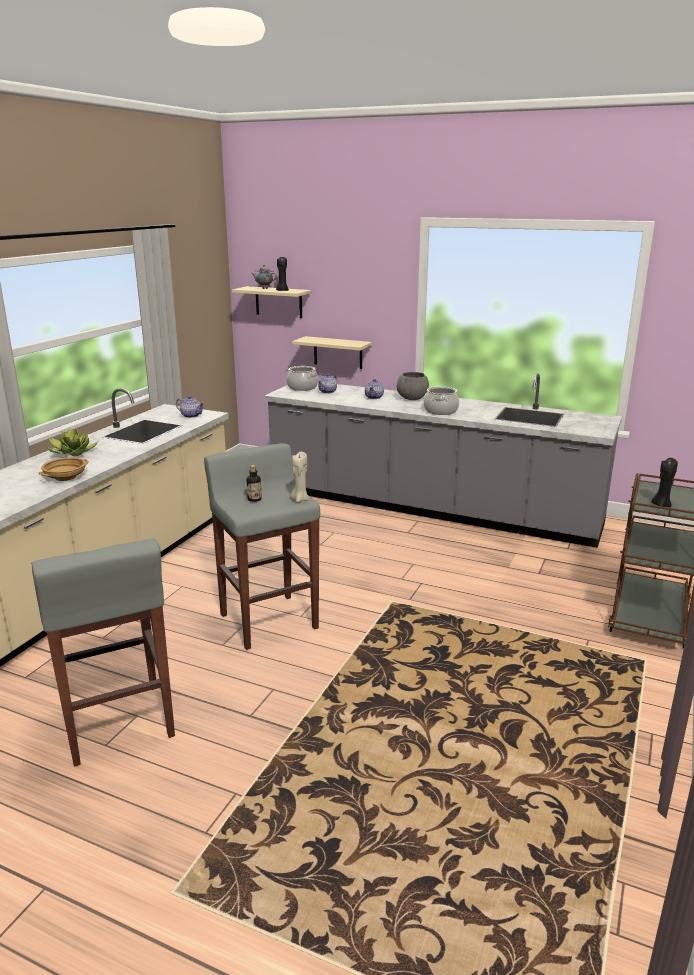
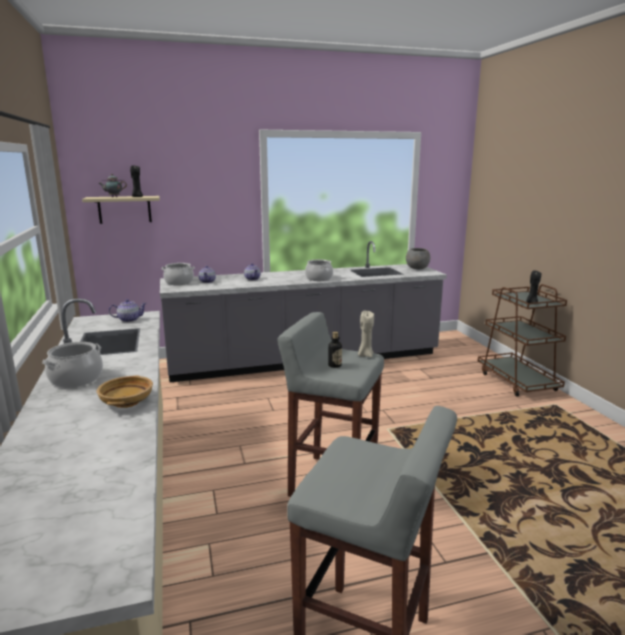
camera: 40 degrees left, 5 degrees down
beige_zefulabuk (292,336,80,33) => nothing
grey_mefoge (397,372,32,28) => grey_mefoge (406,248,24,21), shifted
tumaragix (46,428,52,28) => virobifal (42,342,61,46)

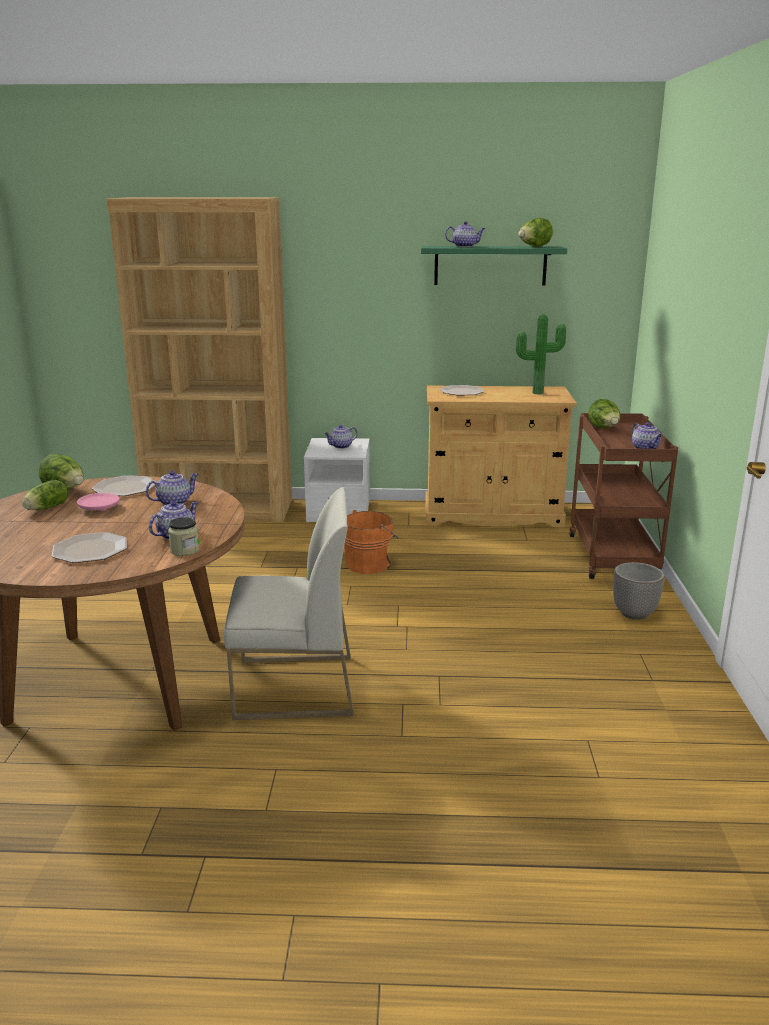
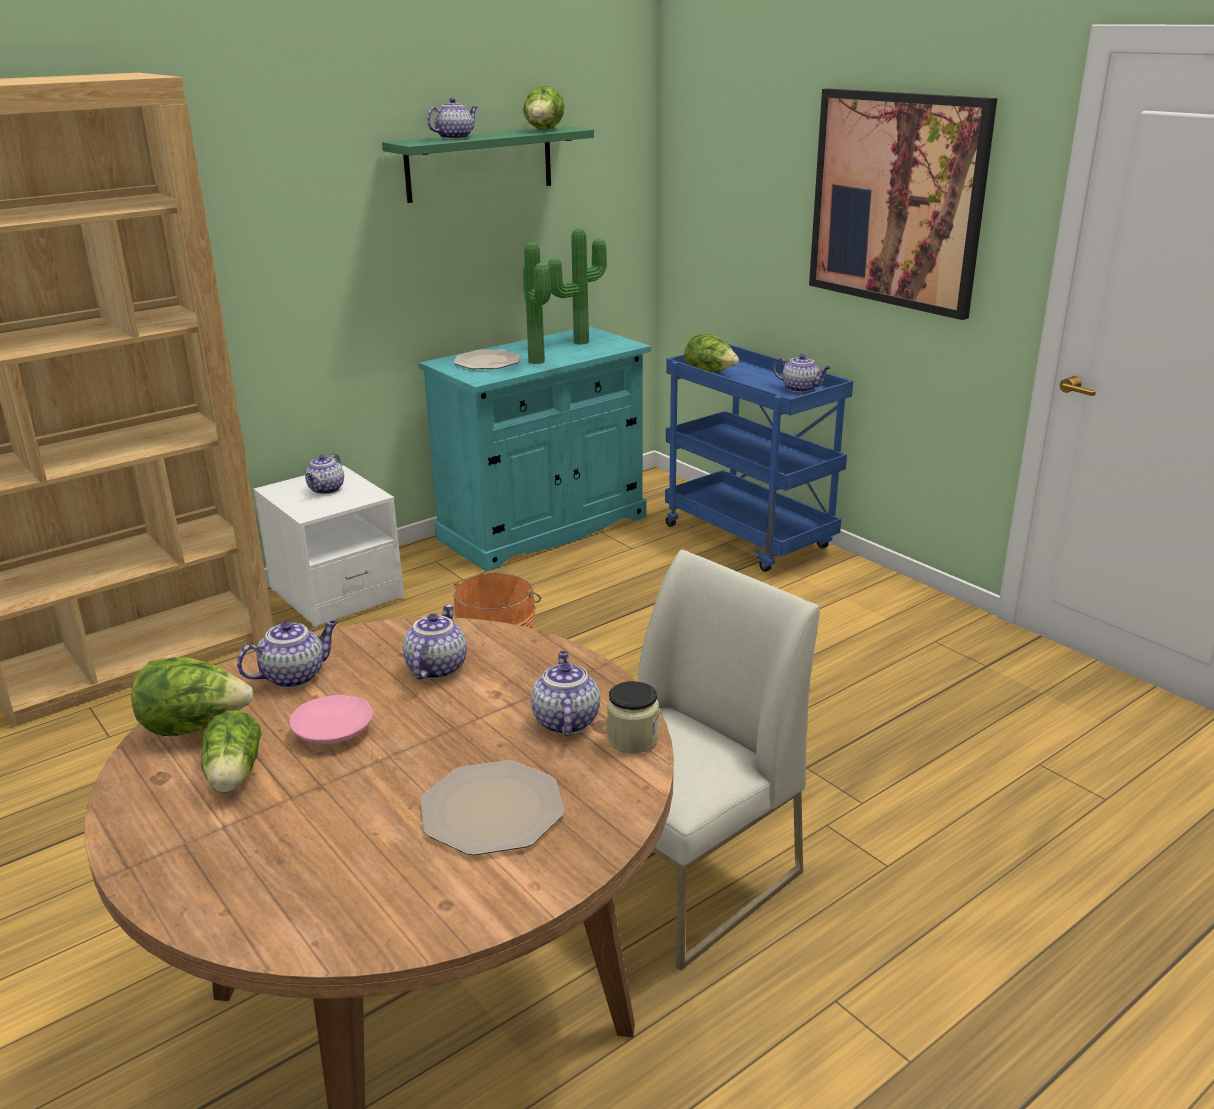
camera: 40 degrees left, 5 degrees up
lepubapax (613,562,51,58) => nothing
nothing => tumaragix (523,242,28,122)
nothing => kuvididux (809,89,188,231)
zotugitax (92,475,64,21) => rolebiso (237,620,101,68)
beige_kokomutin (425,385,152,143) => turquoise_kokomutin (419,326,232,246)
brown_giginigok (569,413,109,166) => blue_giginigok (665,344,188,228)

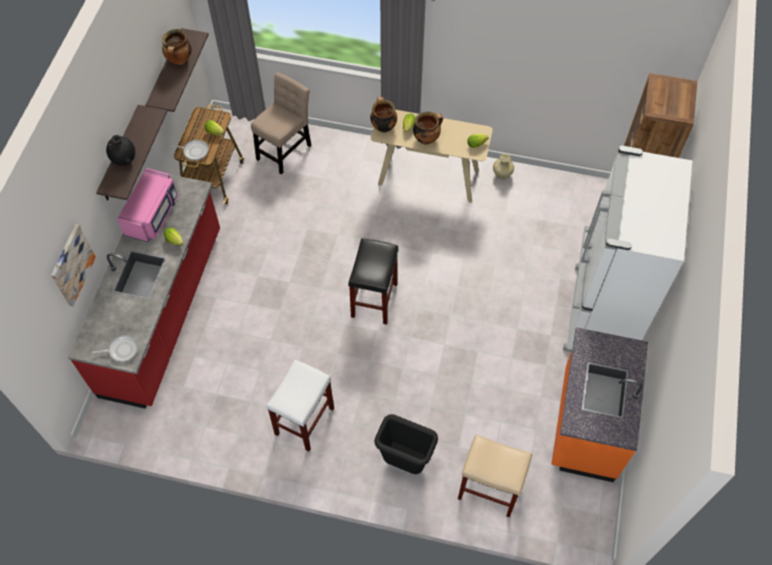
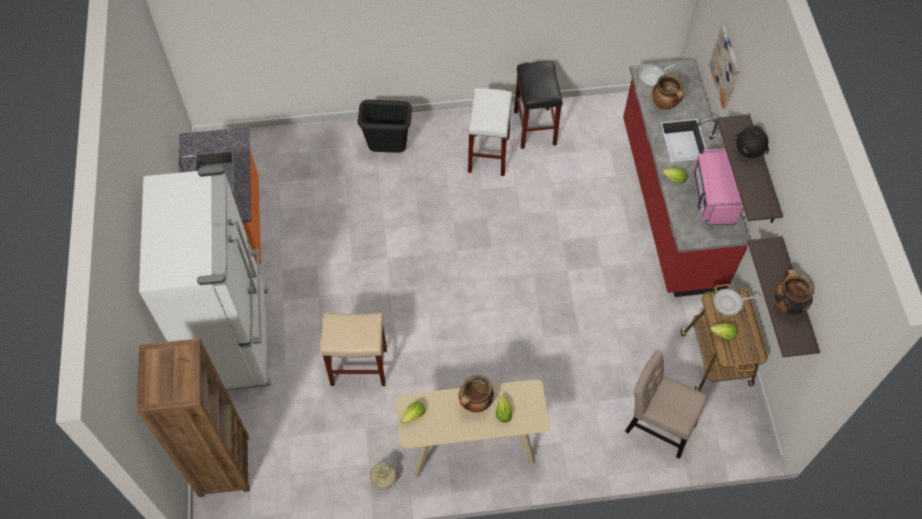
camera: 160 degrees right, 0 degrees up
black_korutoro (348,238,51,87) => black_korutoro (514,61,48,88), shifted
virobifal (370,97,27,36) => virobifal (652,74,32,36), shifted
beige_korutoro (458,435,74,82) => beige_korutoro (321,313,66,73), shifted
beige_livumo (251,73,61,102) => beige_livumo (625,350,82,109), 105 degrees clockwise

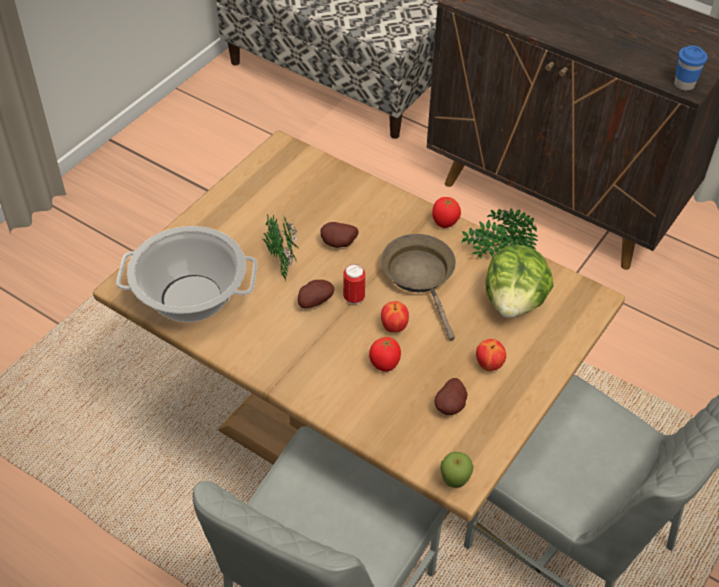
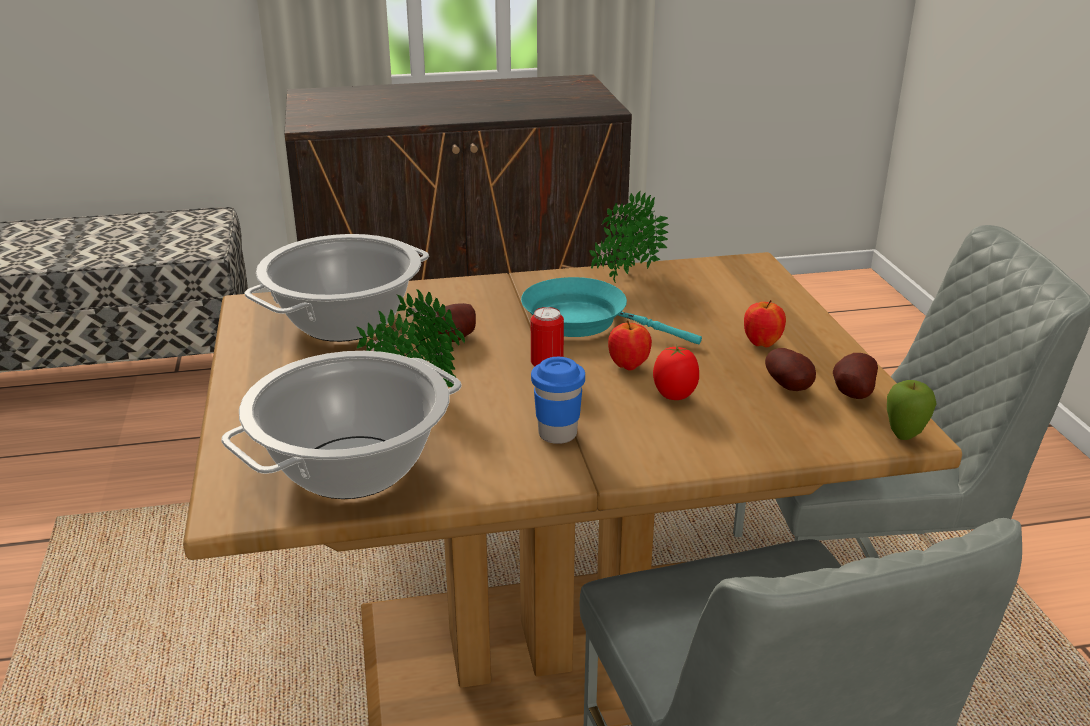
camera: 45 degrees left, 20 degrees down
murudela (432,197,29,31) => nothing
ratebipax (486,245,68,73) => nothing
nothing => virobifal (245,234,184,108)
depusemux (298,280,36,28) => depusemux (833,353,45,46), shifted
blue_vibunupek (674,46,34,45) => blue_vibunupek (531,357,54,87), shifted
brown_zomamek (381,234,75,106) => turquoise_zomamek (521,277,181,67)

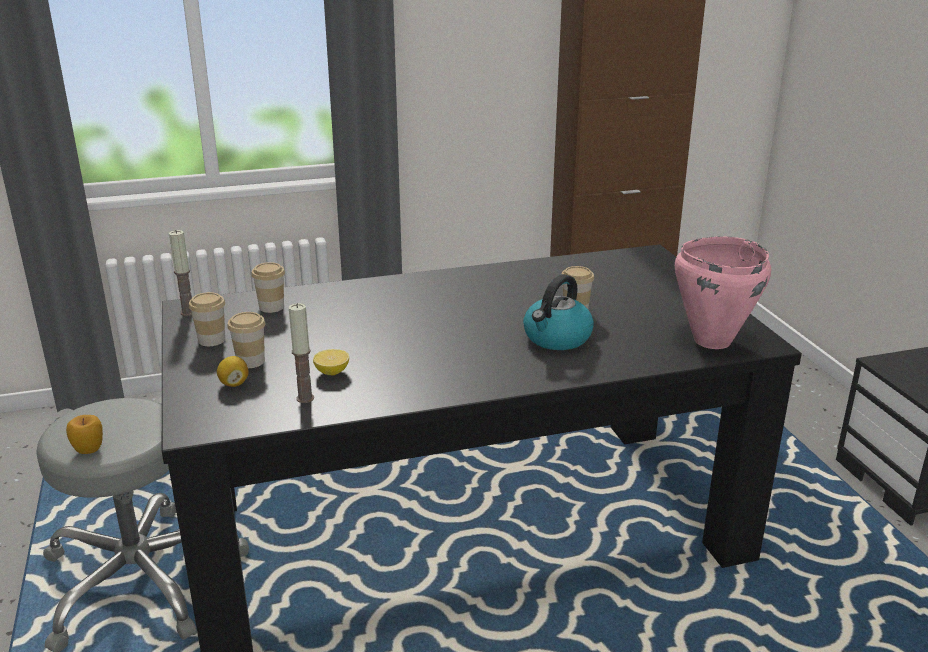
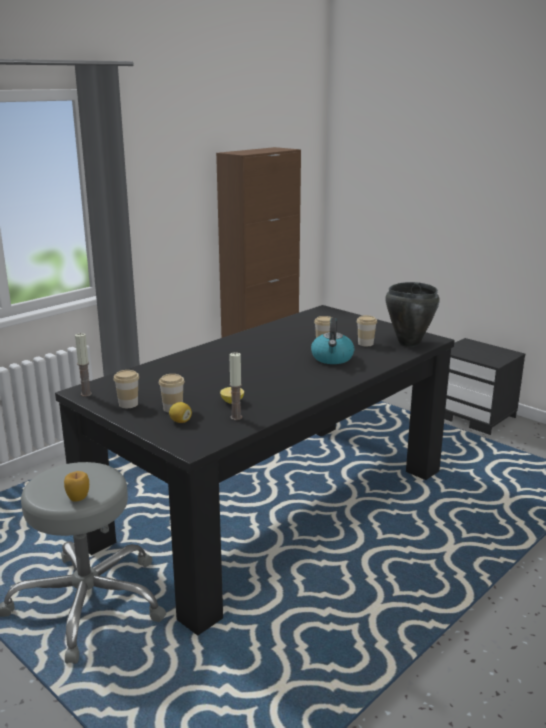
camera: 30 degrees left, 5 degrees down
vibunupek (251,262,34,51) => vibunupek (357,315,20,31), shifted
pink_virobifal (675,236,96,113) => black_virobifal (385,282,55,65)

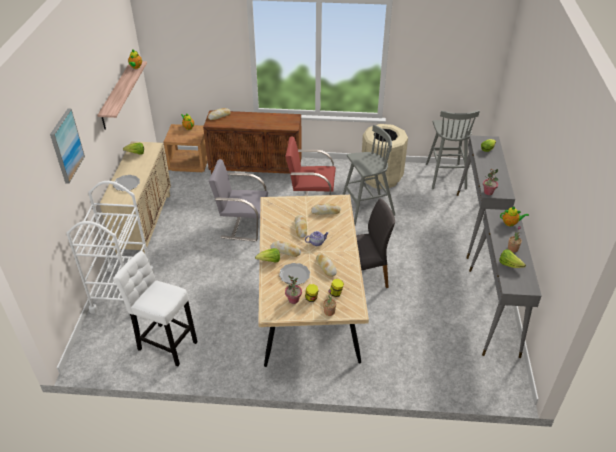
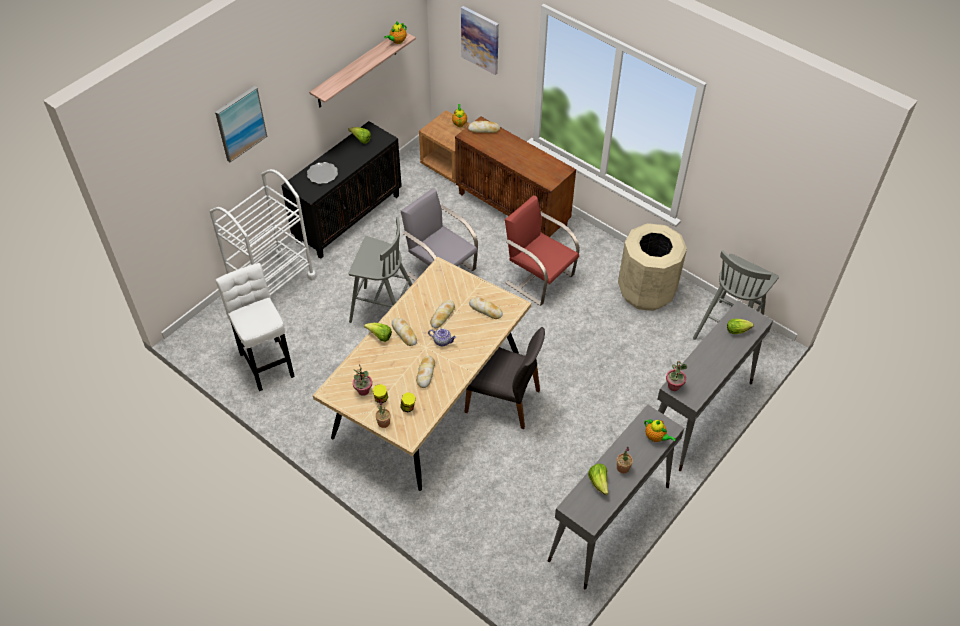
camera: 35 degrees right, 10 degrees up
zotugitax (279,263,31,22) => nothing
nothing => kuvididux (461,6,38,69)
grey_korutoro (342,125,53,100) => grey_korutoro (348,217,64,106), shifted
beige_kokomutin (100,141,71,113) => black_kokomutin (281,121,121,138)

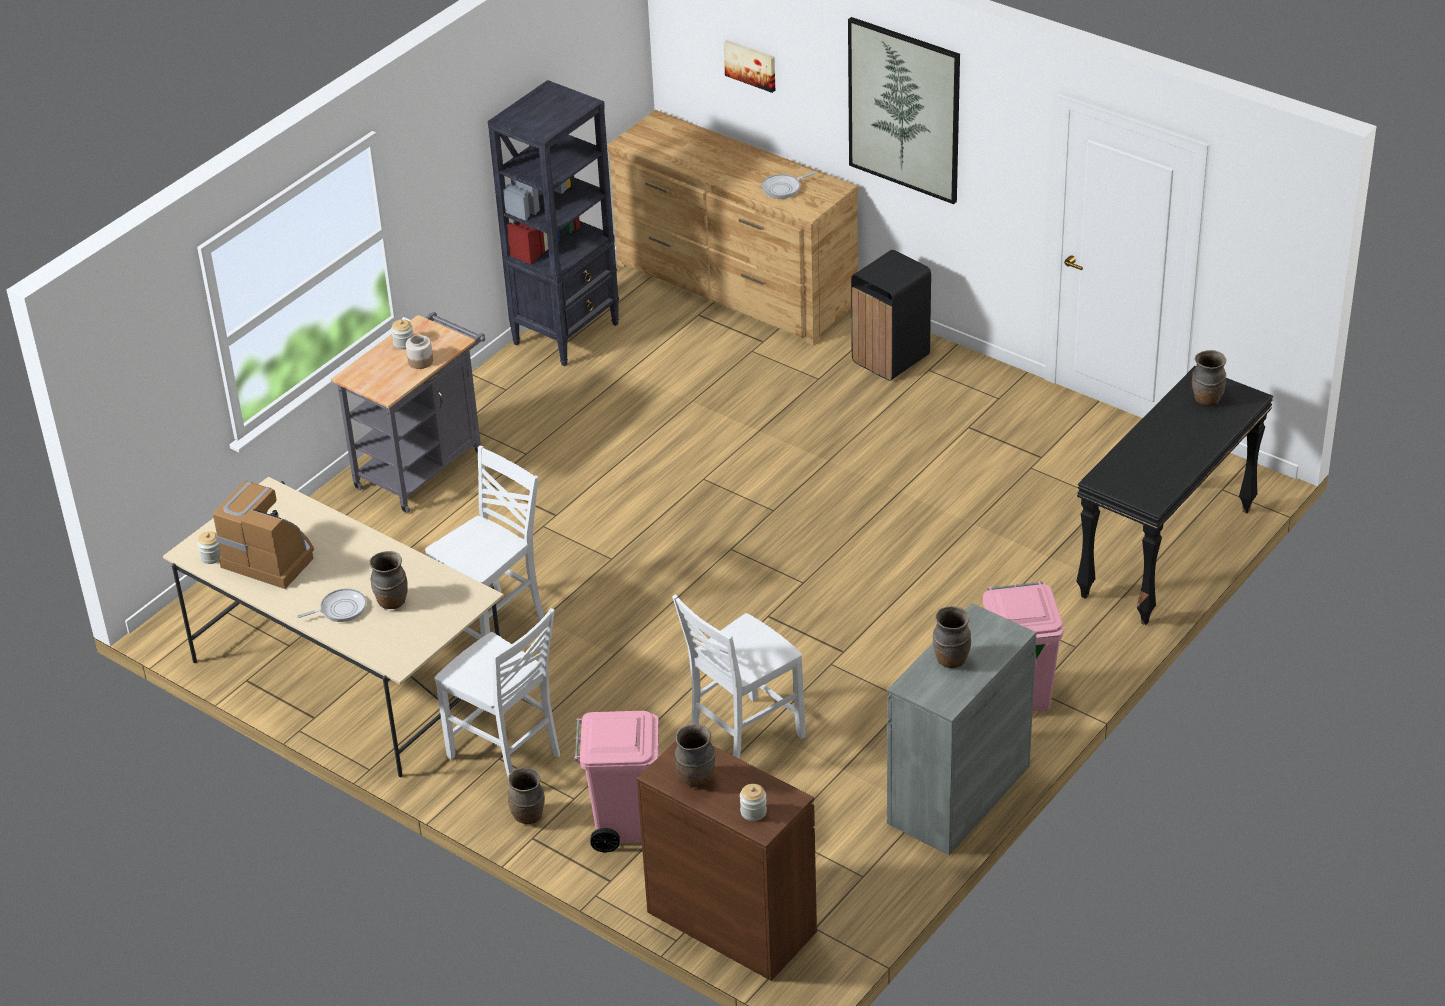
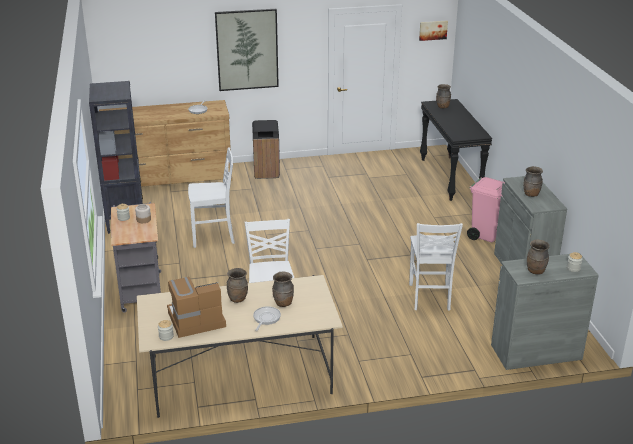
camera: 50 degrees left, 10 degrees down
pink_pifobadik (574,711,85,141) => nothing
white_livumo (435,608,125,168) => white_livumo (188,148,47,100), shifted
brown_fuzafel (508,767,37,57) => brown_fuzafel (227,268,21,35), shifted
kuvididux (724,40,51,53) => kuvididux (419,21,29,20), shifted
brown_kokomutin (637,741,180,240) => grey_kokomutin (491,253,108,117)

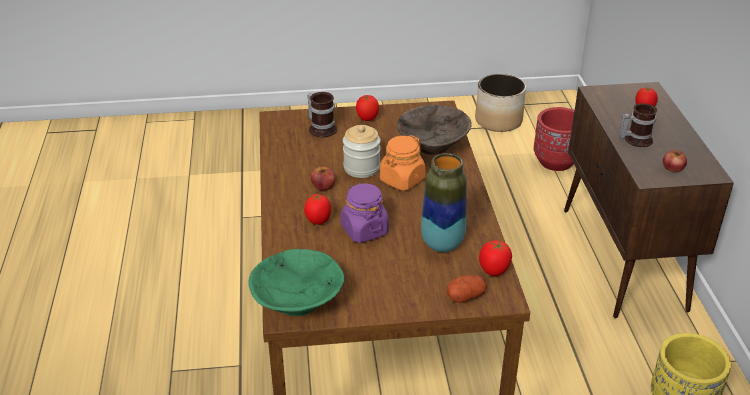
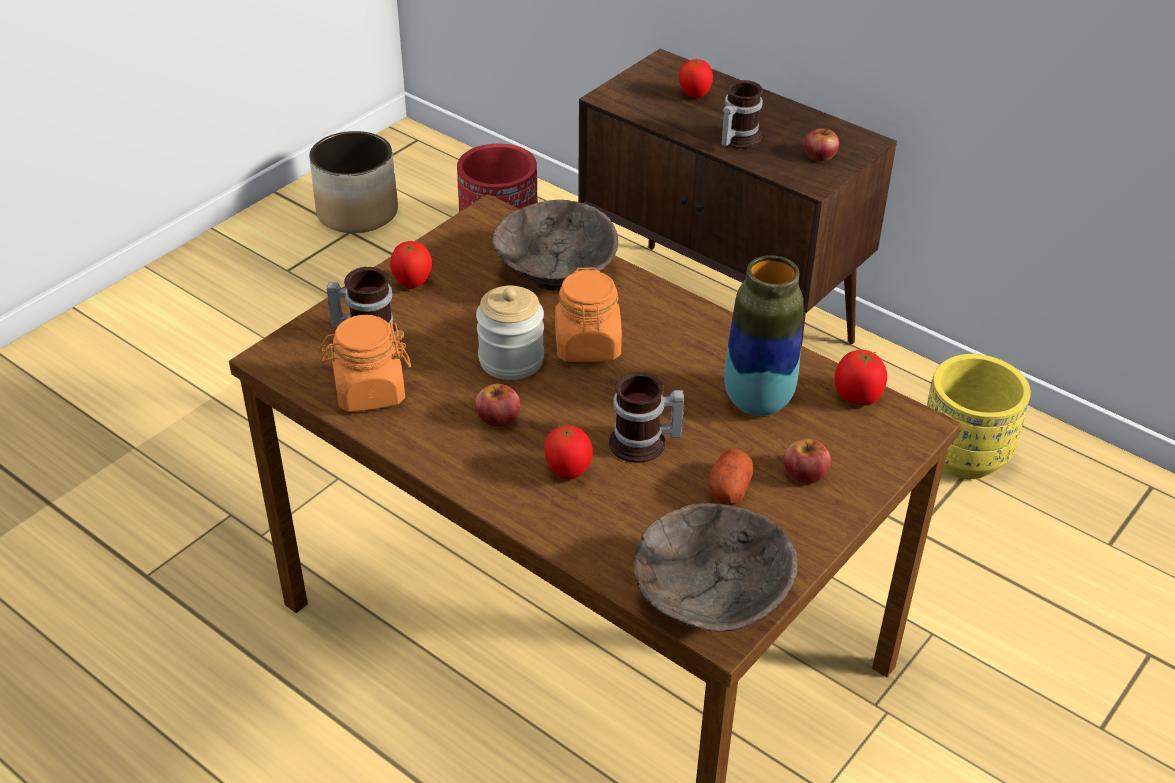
camera: 45 degrees left, 5 degrees up
nothing => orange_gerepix (319,315,92,97)
nothing => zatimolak (783,439,48,45)
depusemux (447,275,40,28) => depusemux (709,449,44,57), shifted
purple_gerepix (341,183,48,60) => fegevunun (609,372,75,91)
green_mefoge (248,249,97,67) => brown_mefoge (633,503,165,129)

